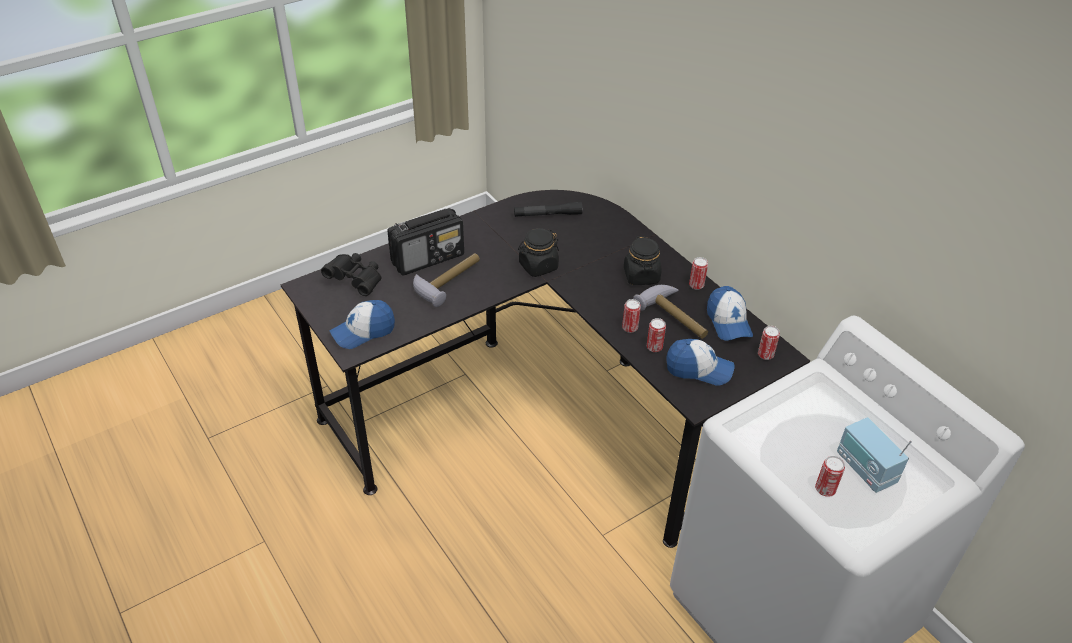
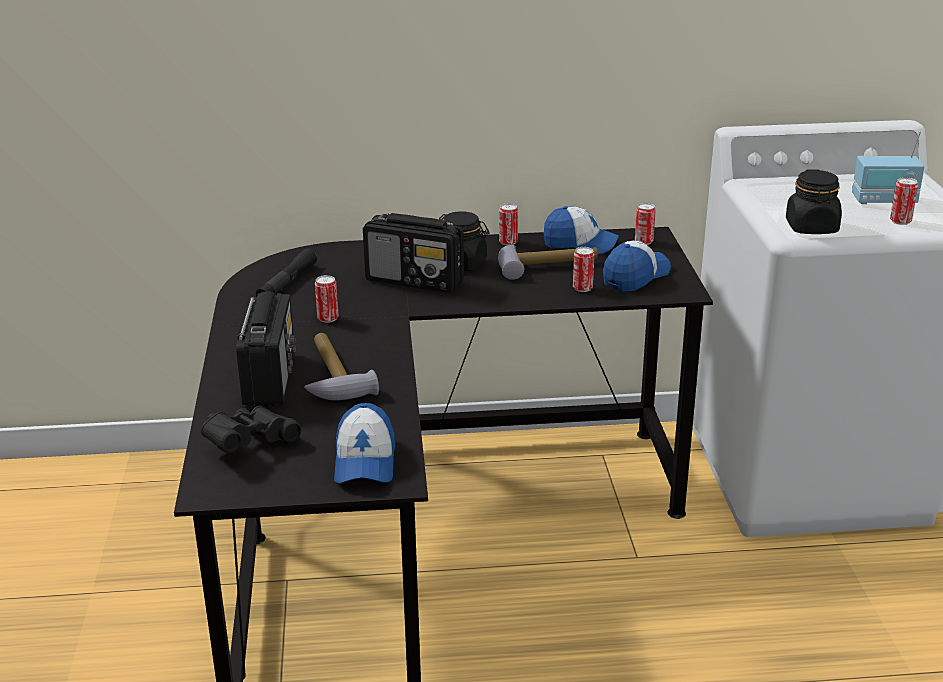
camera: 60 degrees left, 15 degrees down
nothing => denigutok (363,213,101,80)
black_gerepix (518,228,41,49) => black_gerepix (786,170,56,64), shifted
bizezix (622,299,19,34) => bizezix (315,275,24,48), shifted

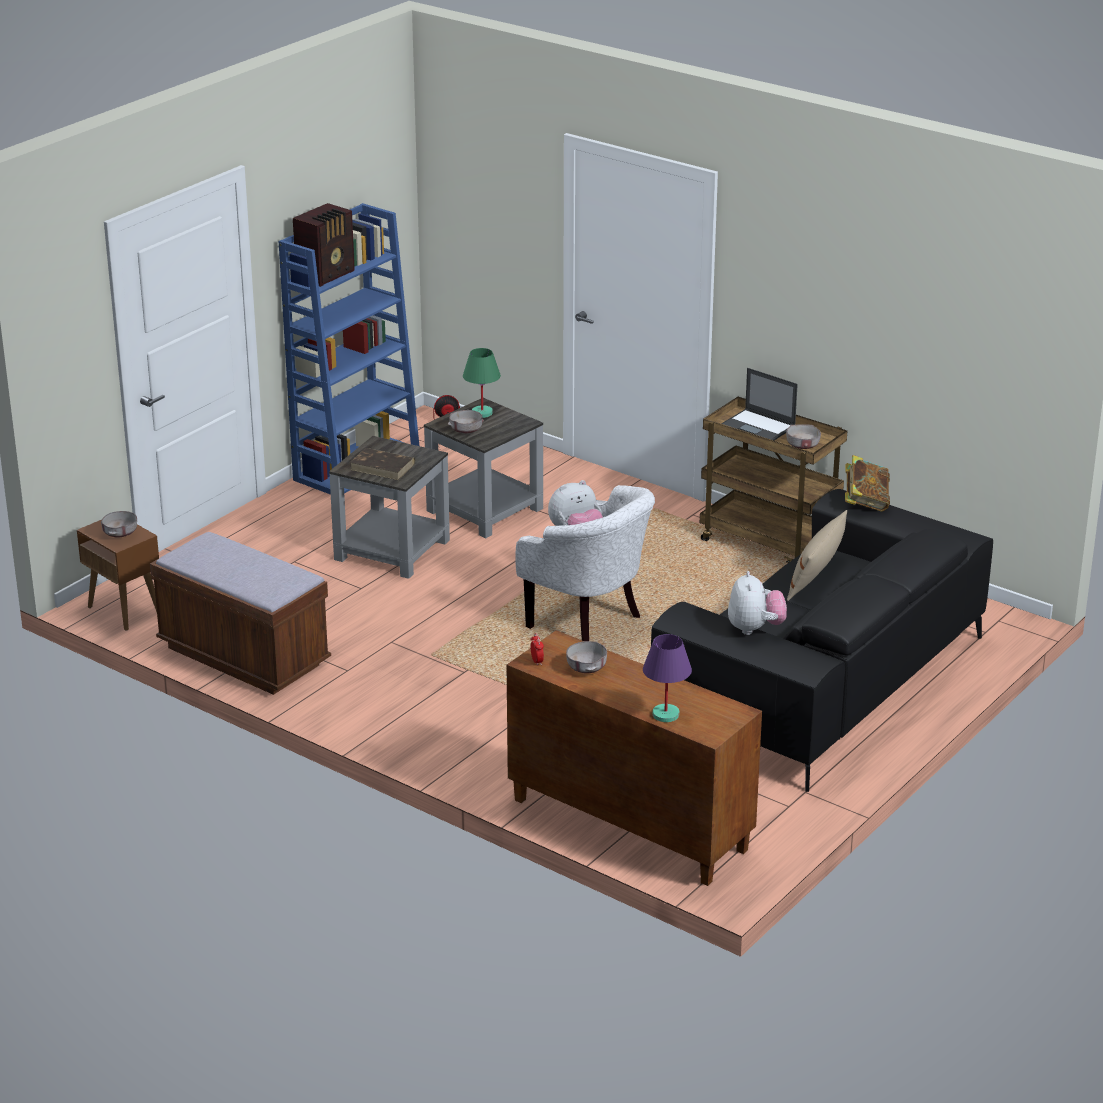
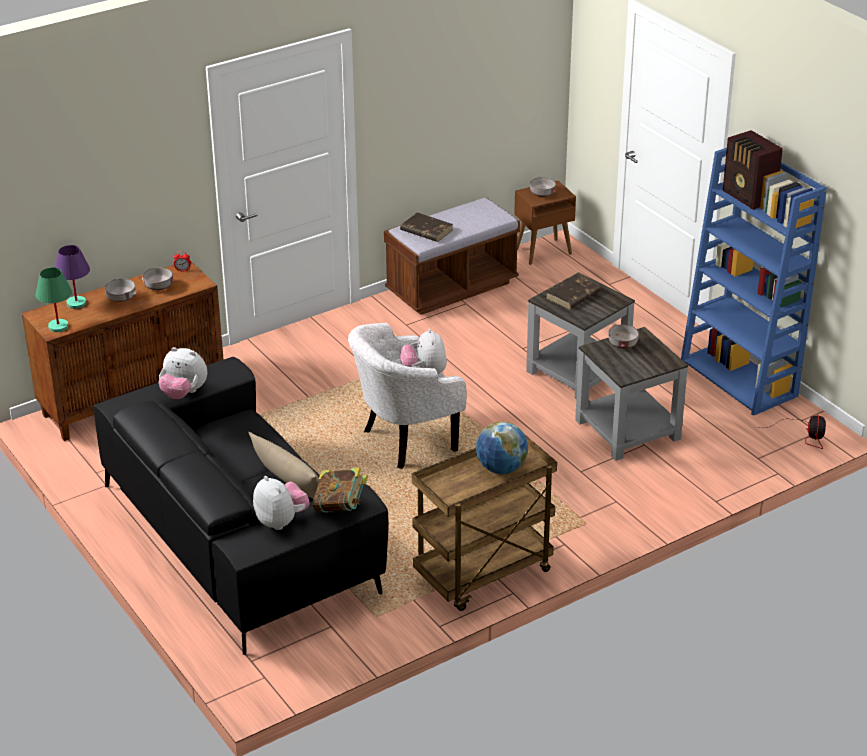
camera: 110 degrees right, 5 degrees up
nothing => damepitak (253,476,57,54)
nothing => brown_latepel (400,212,53,30)
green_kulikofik (463,348,38,70) => green_kulikofik (35,267,37,65), shifted
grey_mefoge (786,424,35,25) => grey_mefoge (105,278,31,24), shifted
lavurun (721,368,77,72) => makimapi (476,421,52,53)

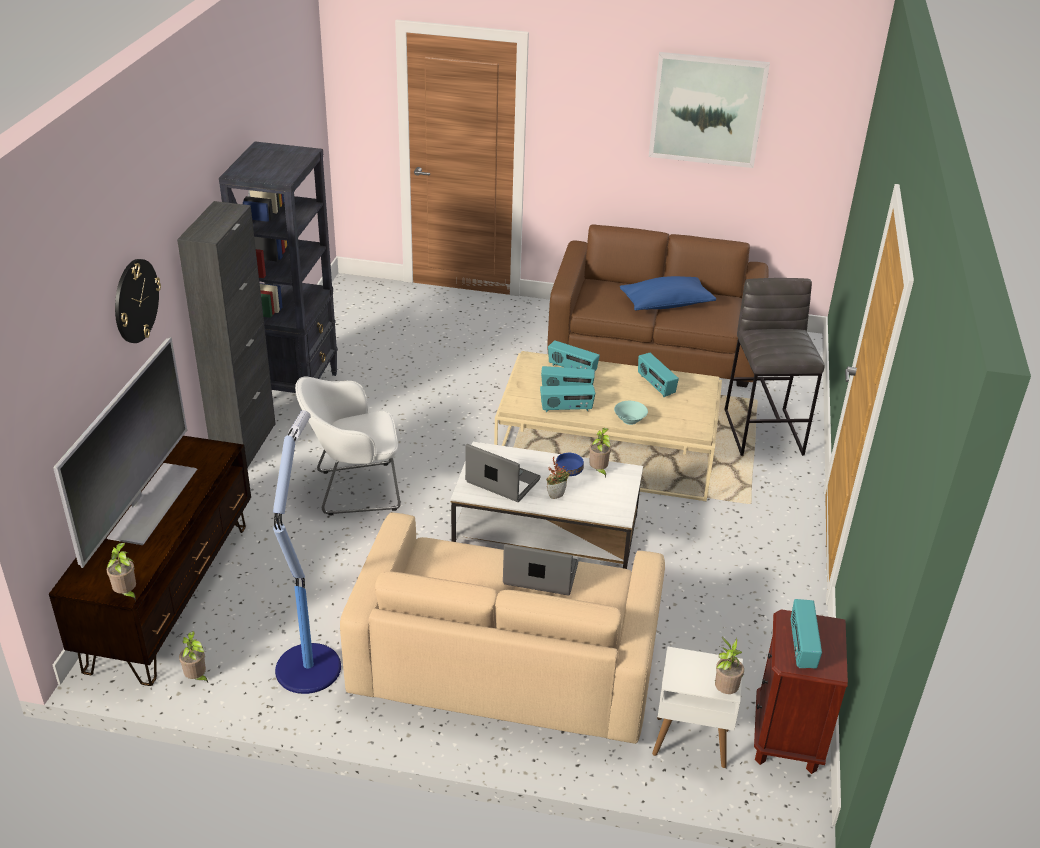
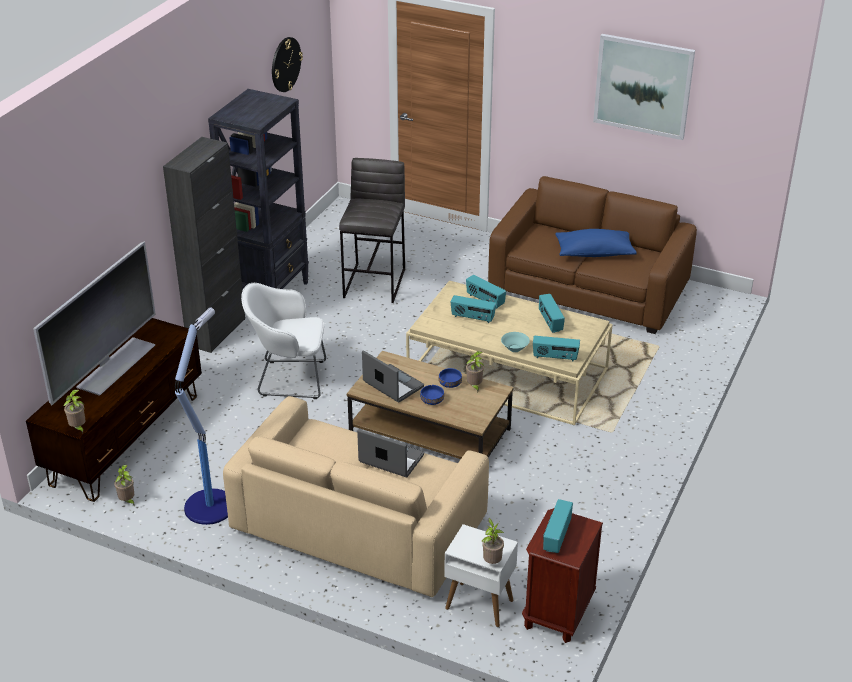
camera: 15 degrees right, 0 degrees up
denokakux (115,259,46,84) => denokakux (272,37,31,55), shifted
denigutok (540,385,55,27) => denigutok (533,336,47,26), shifted
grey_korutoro (724,278,101,178) => grey_korutoro (339,158,66,145), shifted
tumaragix (546,457,24,42) => blue_mefoge (420,385,24,20)
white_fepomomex (450,442,193,127) => brown_fepomomex (347,351,166,108)

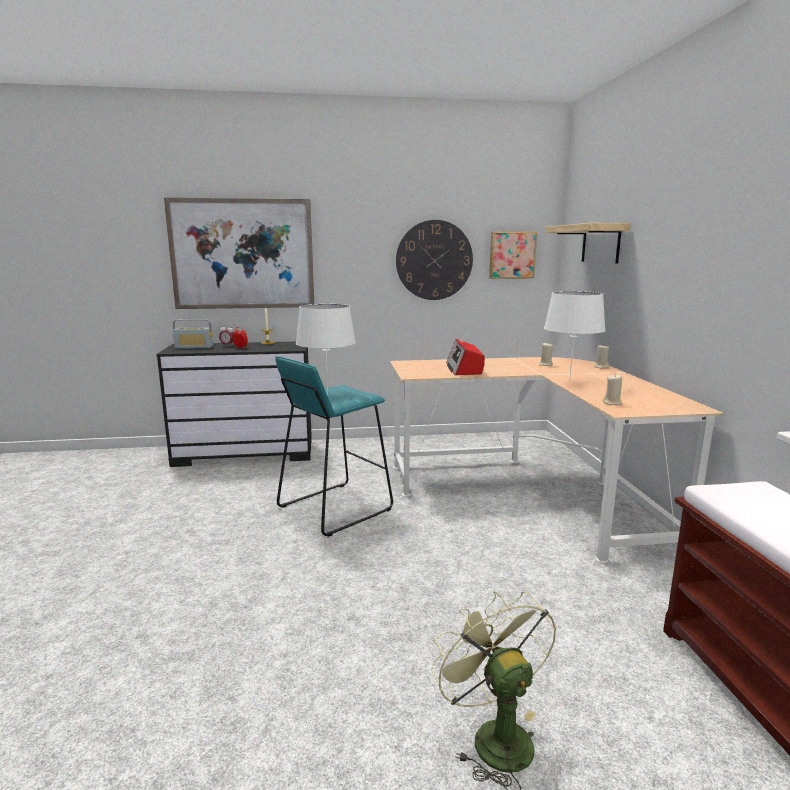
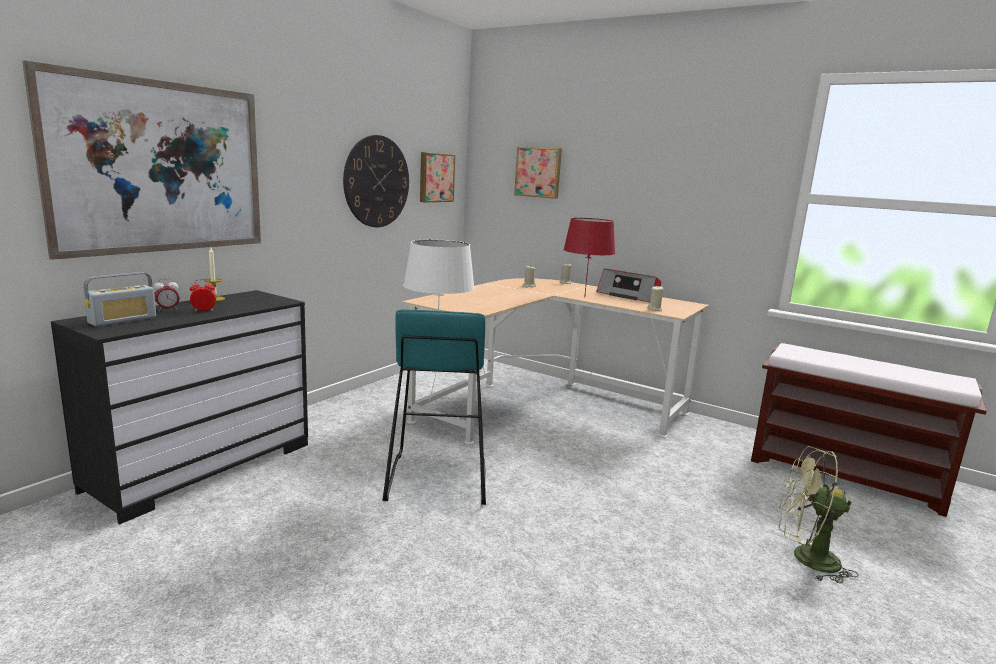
camera: 50 degrees left, 0 degrees up
denigutok (446,339,39,36) => denigutok (596,269,65,33), shifted
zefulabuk (545,223,85,41) => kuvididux (514,147,48,52)
white_kulikofik (544,291,62,90) => red_kulikofik (563,218,52,76)

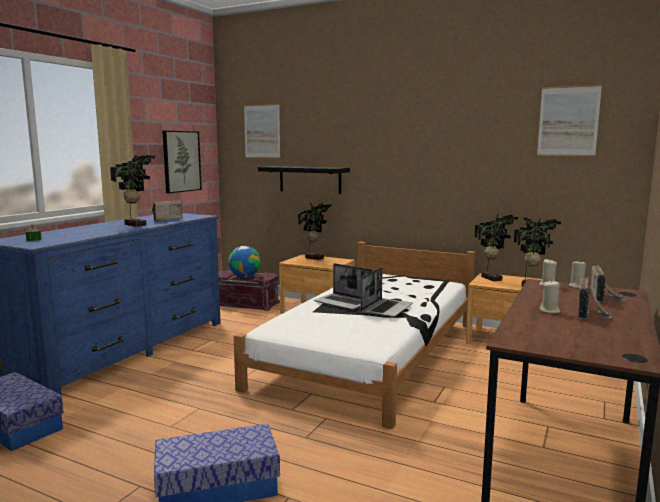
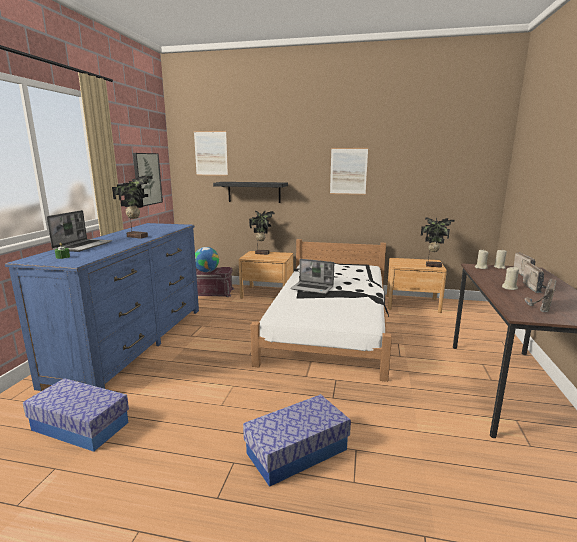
camera: 15 degrees left, 5 degrees up
tumaragix (474,215,44,66) => nothing
denigutok (152,201,31,21) => denigutok (525,279,31,33), shifted
lavurun (360,267,53,51) => lavurun (47,210,65,42), shifted
kuvididux (537,85,65,71) => kuvididux (330,148,38,47), shifted

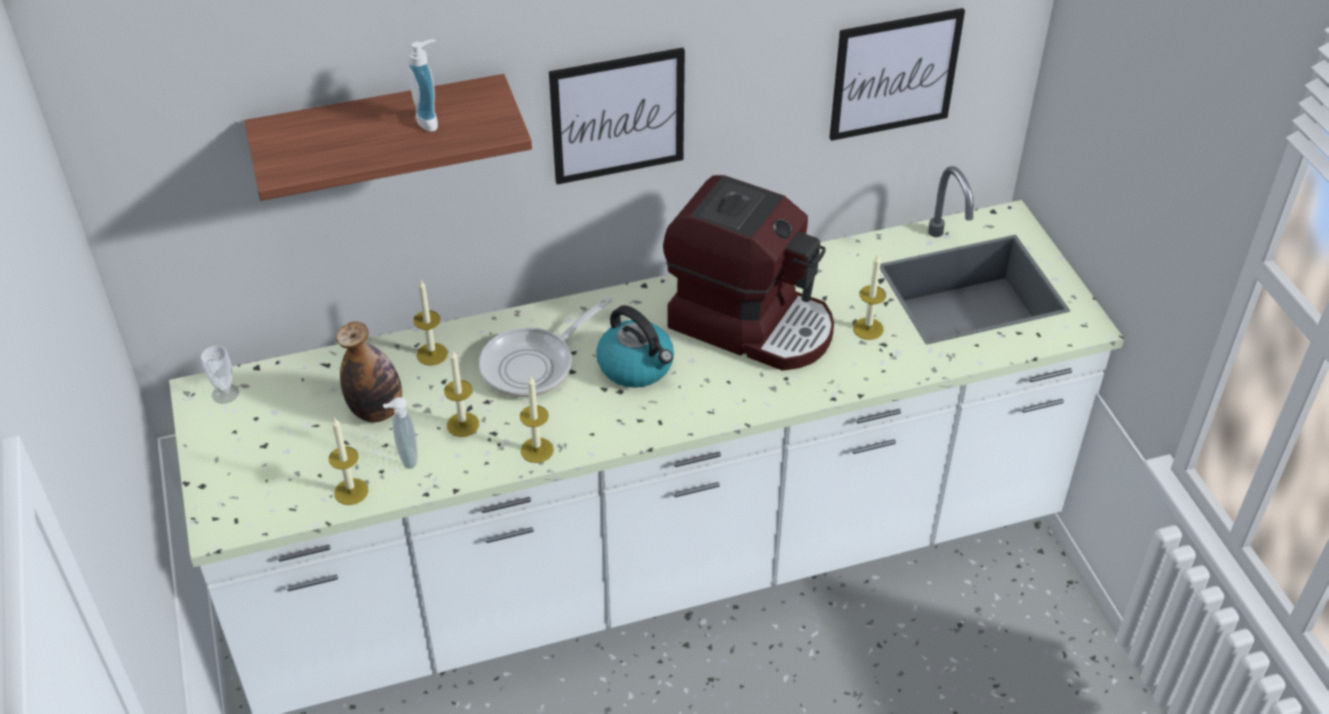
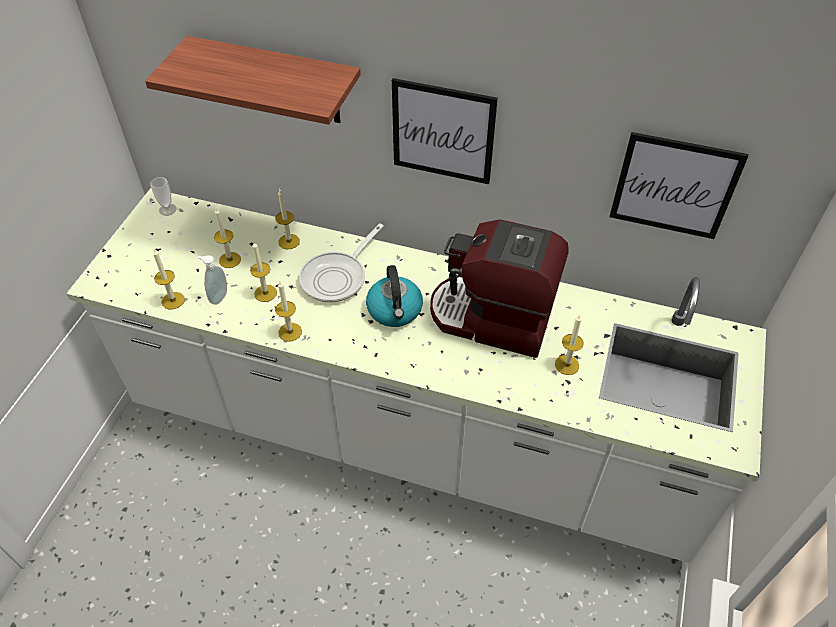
camera: 35 degrees right, 5 degrees up
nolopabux (408,39,30,93) => nothing
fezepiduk (336,321,66,101) => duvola (214,208,27,60)
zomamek (479,297,133,100) => zomamek (299,223,85,80), 45 degrees counterclockwise
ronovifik (663,175,171,196) => ronovifik (430,219,139,139), 135 degrees clockwise

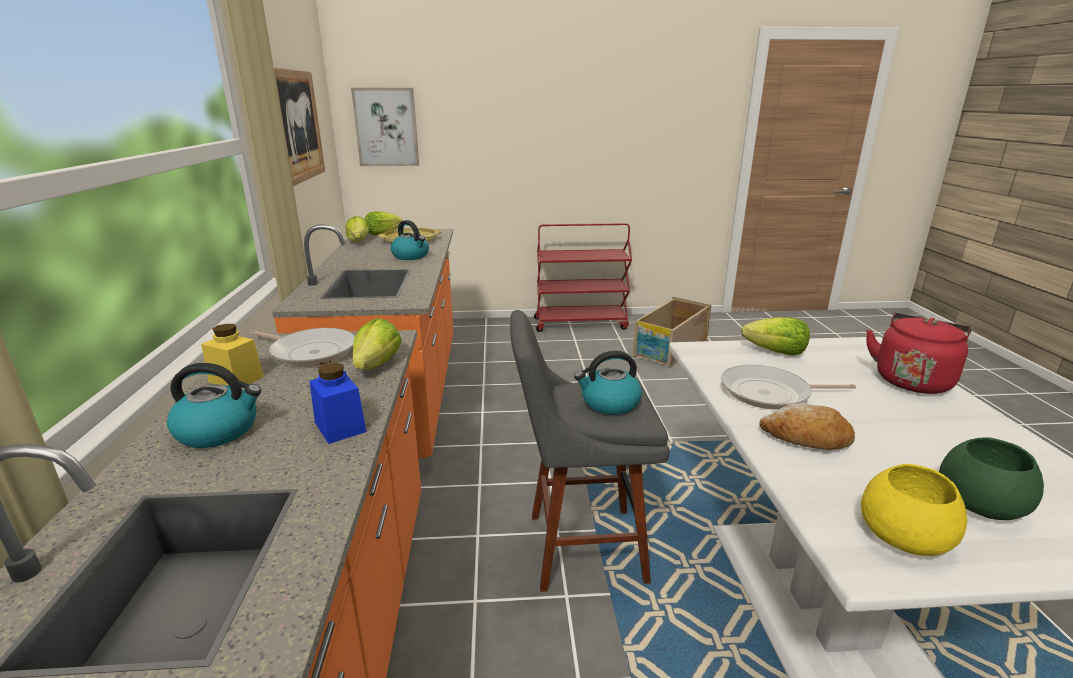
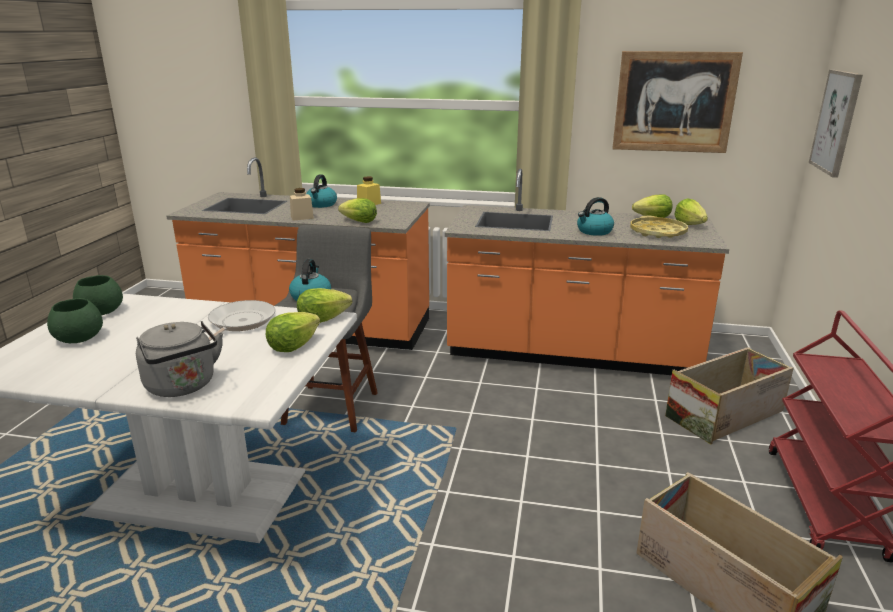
camera: 105 degrees right, 0 degrees up
zomamek (251,328,104,39) => nothing
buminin (759,403,96,47) => nothing
nothing => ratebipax (297,288,55,35)
nothing => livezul (665,347,129,97)
blue_gerepix (310,363,56,81) => beige_gerepix (290,188,24,33)
yellow_mefoge (861,464,106,92) => green_mefoge (73,275,50,40)
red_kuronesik (866,313,106,81) => grey_kuronesik (136,321,87,76)

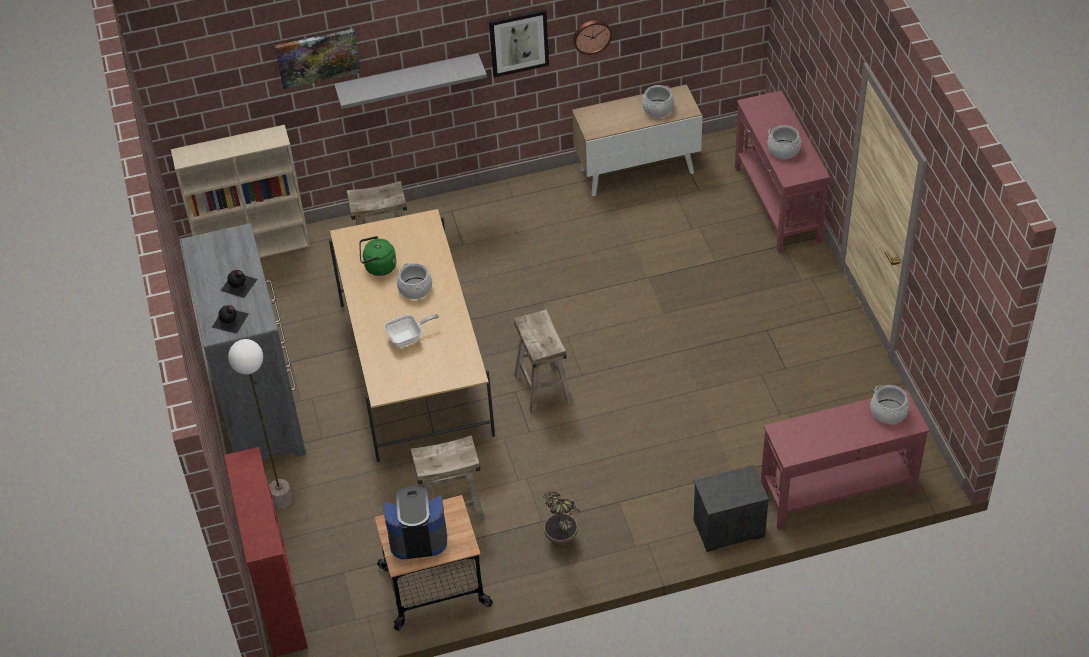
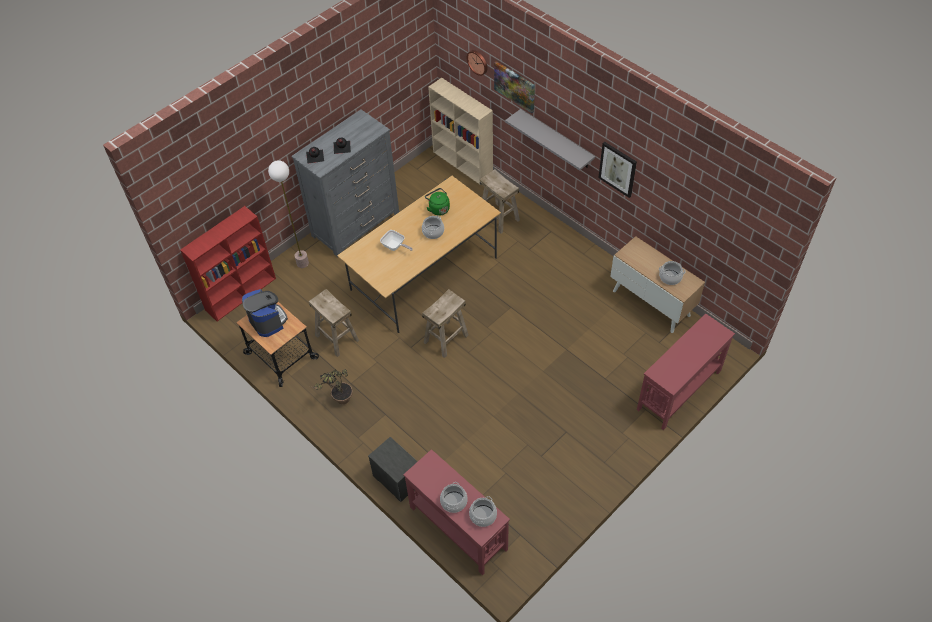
camera: 60 degrees right, 5 degrees up
denokakux (573,20,39,35) => denokakux (466,50,21,26), shifted
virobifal (767,125,34,34) => virobifal (440,482,28,31), shifted

